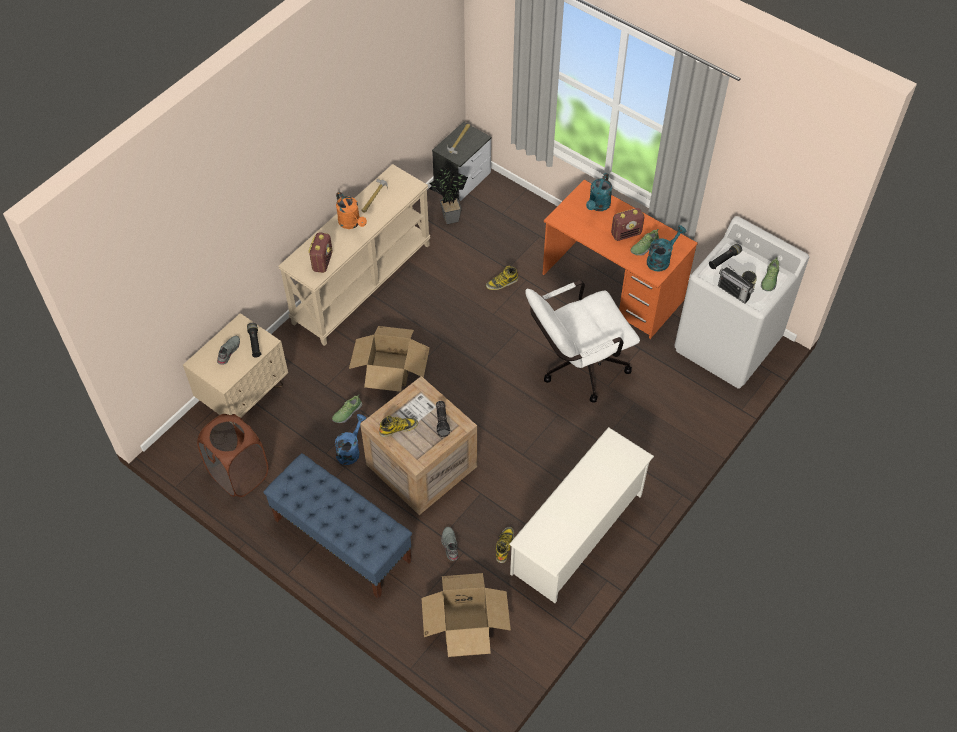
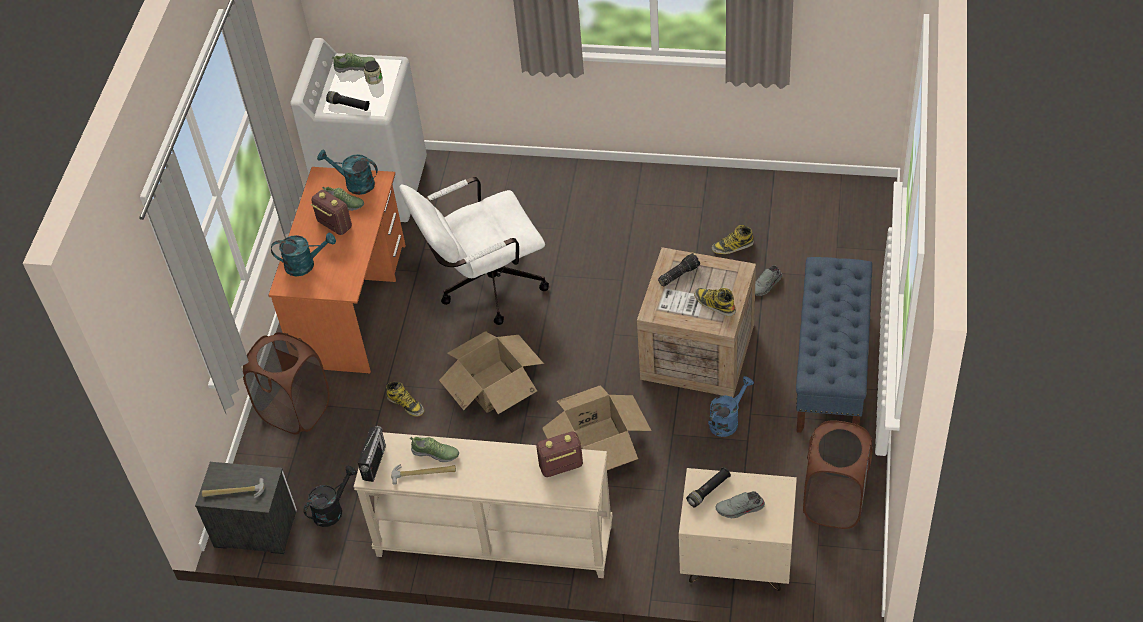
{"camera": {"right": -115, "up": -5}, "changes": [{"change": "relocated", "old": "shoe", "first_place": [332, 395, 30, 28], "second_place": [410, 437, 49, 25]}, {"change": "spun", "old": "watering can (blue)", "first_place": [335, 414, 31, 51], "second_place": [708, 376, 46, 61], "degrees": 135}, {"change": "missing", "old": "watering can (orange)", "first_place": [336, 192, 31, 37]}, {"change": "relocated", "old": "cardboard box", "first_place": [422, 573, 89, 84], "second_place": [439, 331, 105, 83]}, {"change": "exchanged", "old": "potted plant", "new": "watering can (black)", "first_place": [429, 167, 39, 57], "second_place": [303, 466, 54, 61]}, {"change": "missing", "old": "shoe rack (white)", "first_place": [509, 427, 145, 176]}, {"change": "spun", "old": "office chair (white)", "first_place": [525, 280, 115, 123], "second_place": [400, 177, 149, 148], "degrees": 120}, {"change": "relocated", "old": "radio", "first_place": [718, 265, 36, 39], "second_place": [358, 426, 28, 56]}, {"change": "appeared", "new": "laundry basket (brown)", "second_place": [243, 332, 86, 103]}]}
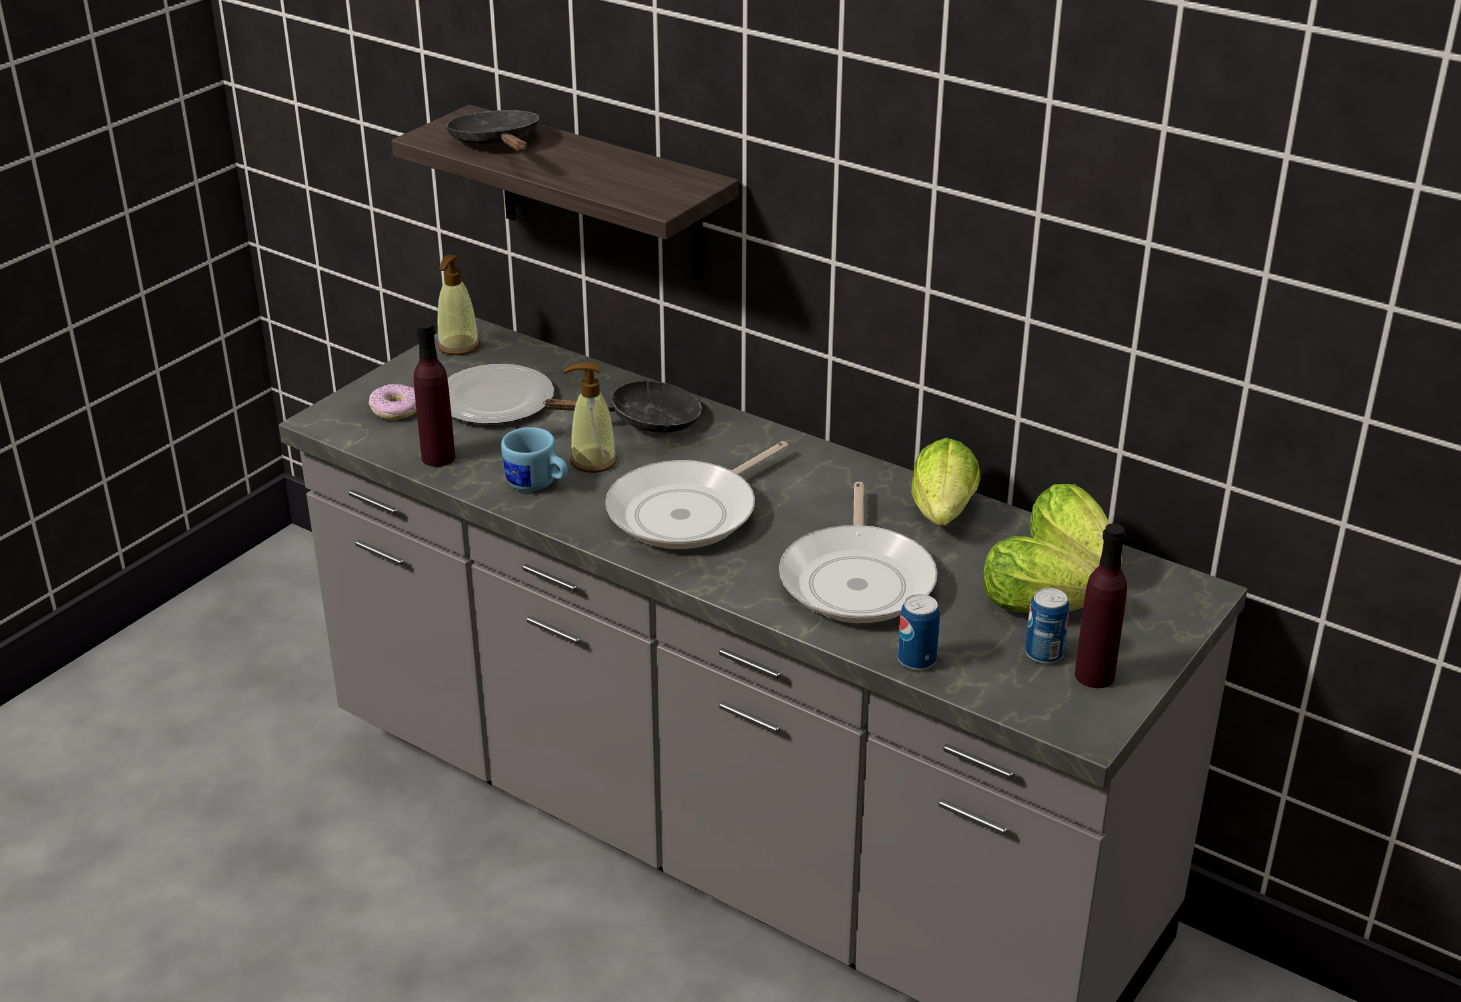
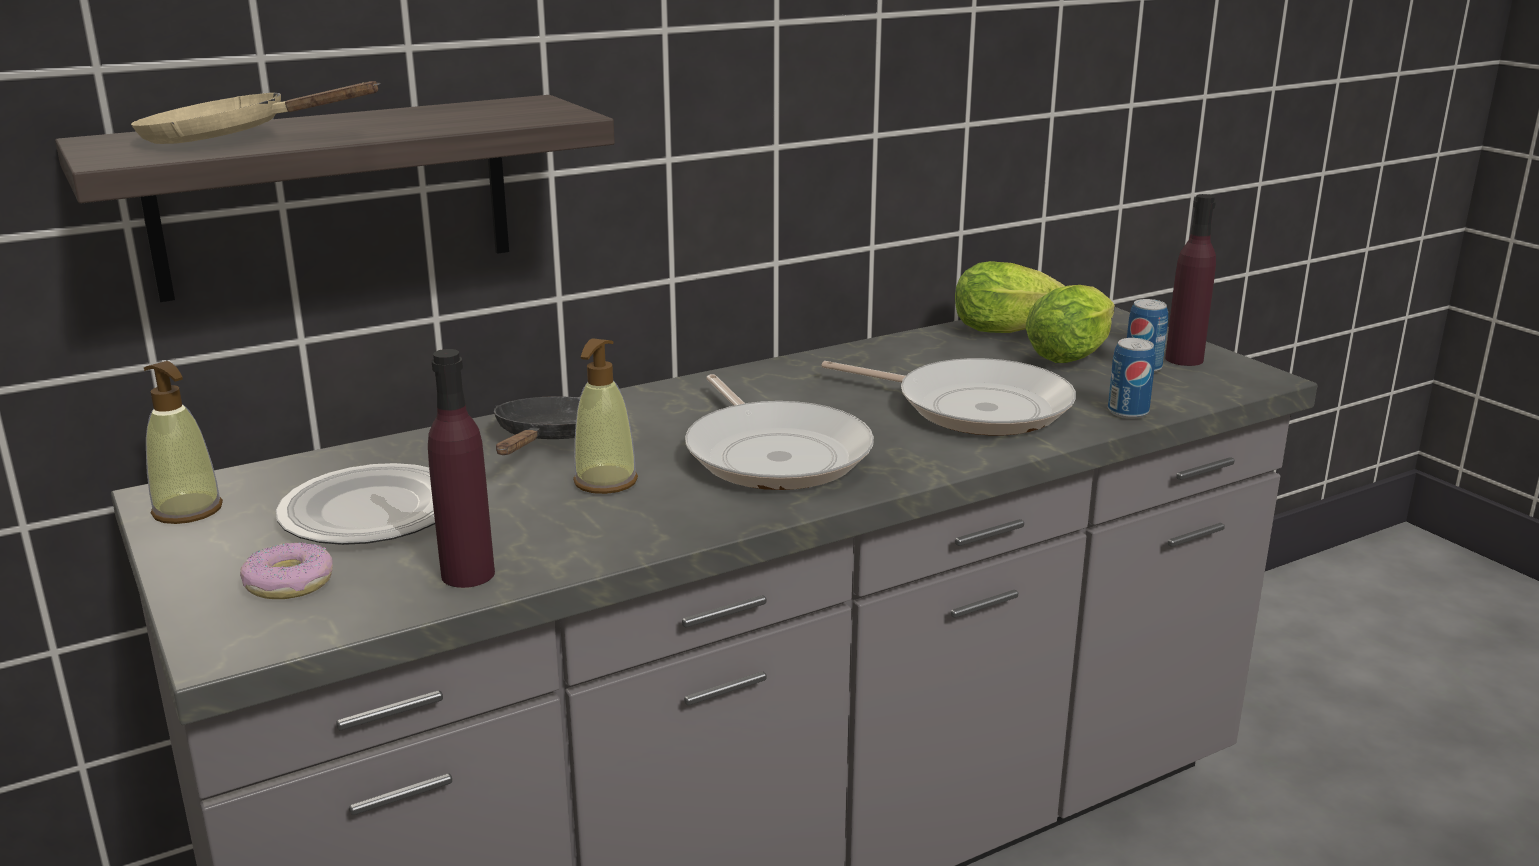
{"camera": {"right": -65, "up": -10}, "changes": [{"change": "colour", "old": "frying pan (black)", "new": "frying pan (beige)", "first_place": [446, 110, 93, 41], "second_place": [131, 81, 250, 63]}, {"change": "missing", "old": "mug (blue)", "first_place": [501, 427, 66, 65]}, {"change": "missing", "old": "lettuce", "first_place": [911, 438, 69, 88]}]}
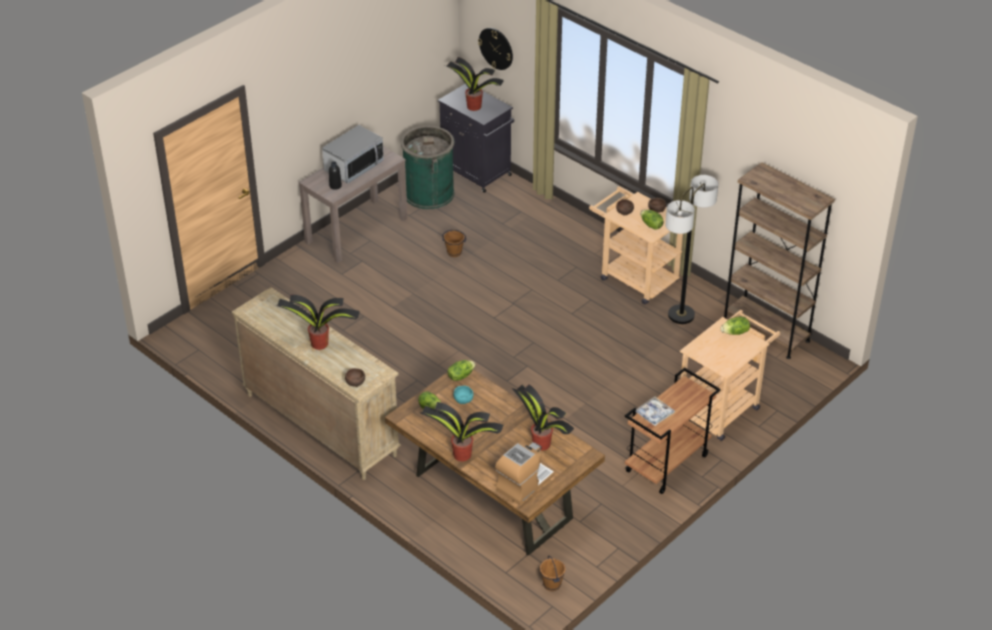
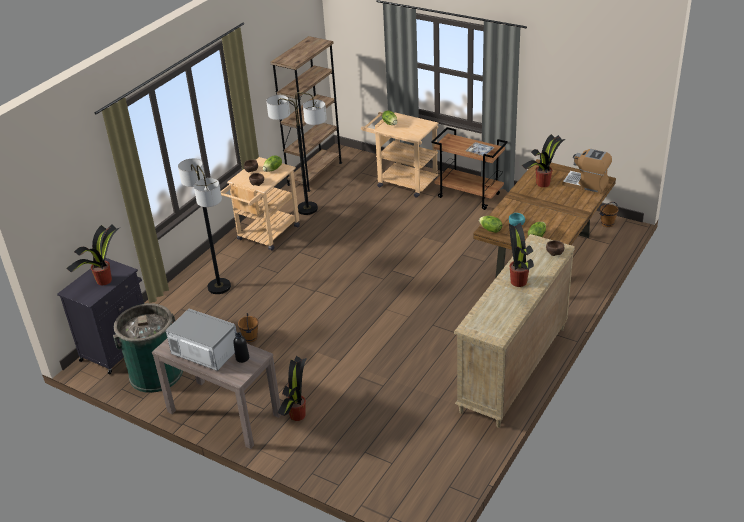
{"camera": {"right": -100, "up": -5}, "changes": [{"change": "relocated", "old": "potted plant", "first_place": [420, 402, 83, 60], "second_place": [277, 356, 30, 65]}, {"change": "missing", "old": "wall clock", "first_place": [478, 28, 35, 42]}, {"change": "appeared", "new": "floor lamp", "second_place": [178, 158, 53, 136]}]}
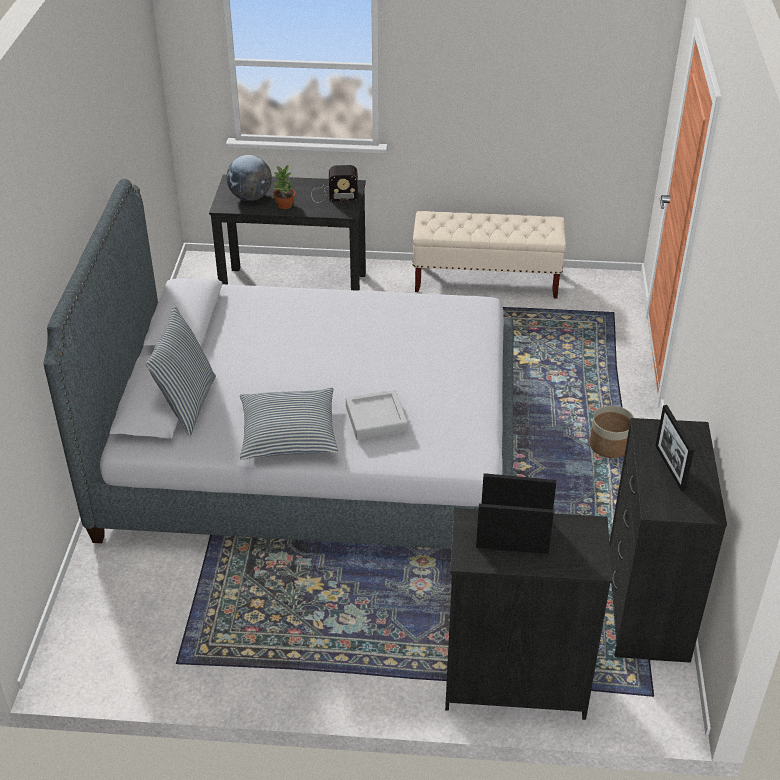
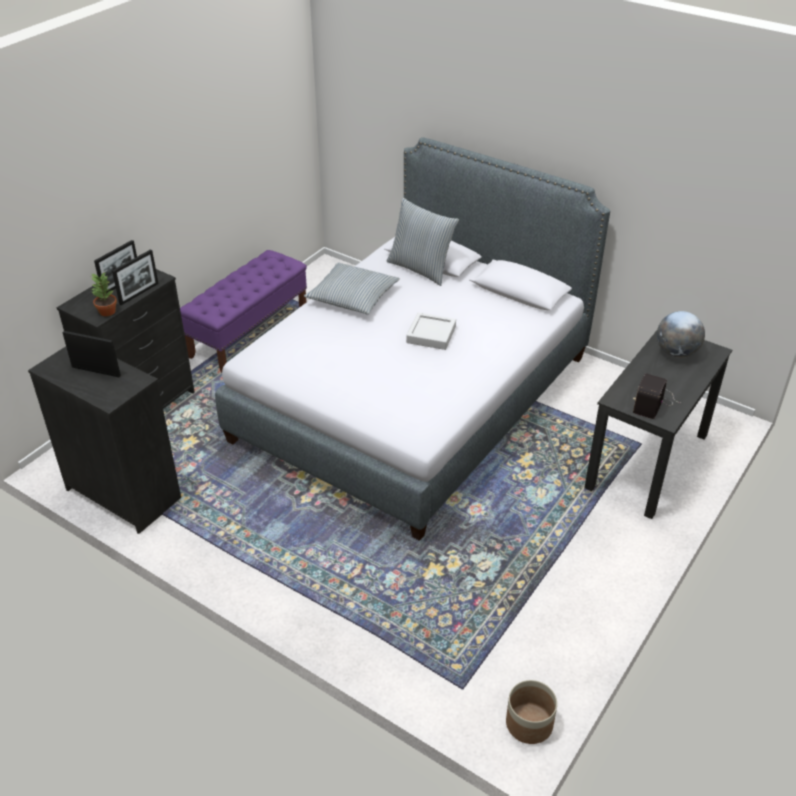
{"camera": {"right": 120, "up": 0}, "changes": [{"change": "relocated", "old": "potted plant", "first_place": [273, 165, 22, 44], "second_place": [91, 272, 26, 44]}, {"change": "relocated", "old": "tray (grey)", "first_place": [346, 390, 62, 50], "second_place": [406, 313, 50, 37]}, {"change": "missing", "old": "bench (beige)", "first_place": [412, 211, 154, 88]}, {"change": "relocated", "old": "planter", "first_place": [589, 405, 45, 53], "second_place": [506, 680, 51, 64]}, {"change": "appeared", "new": "bench (purple)", "second_place": [180, 250, 127, 123]}]}
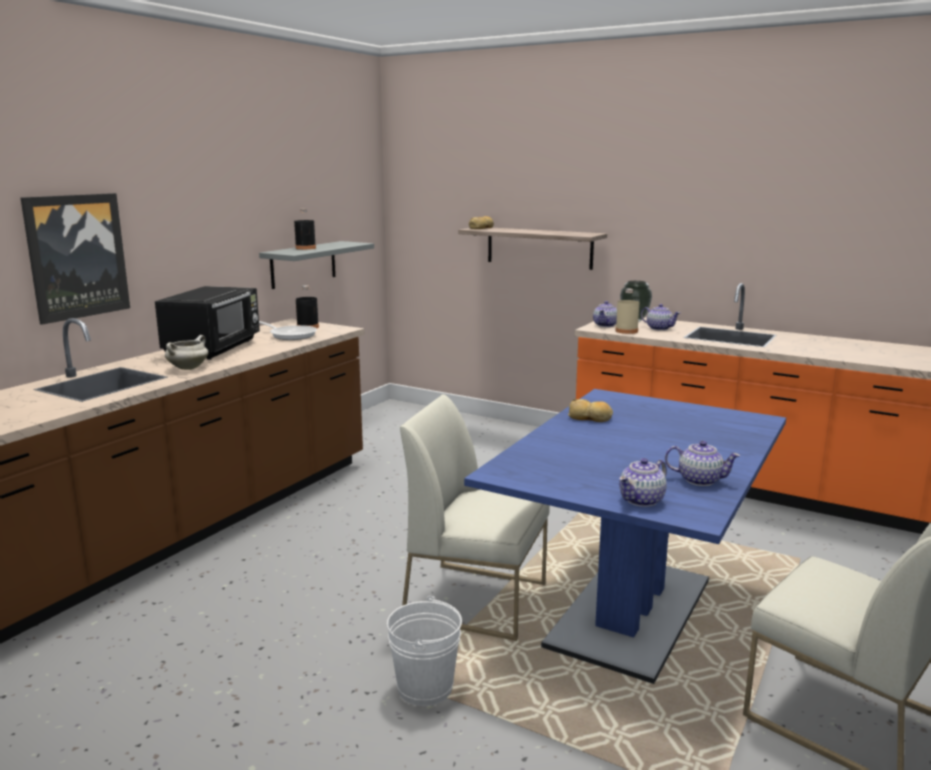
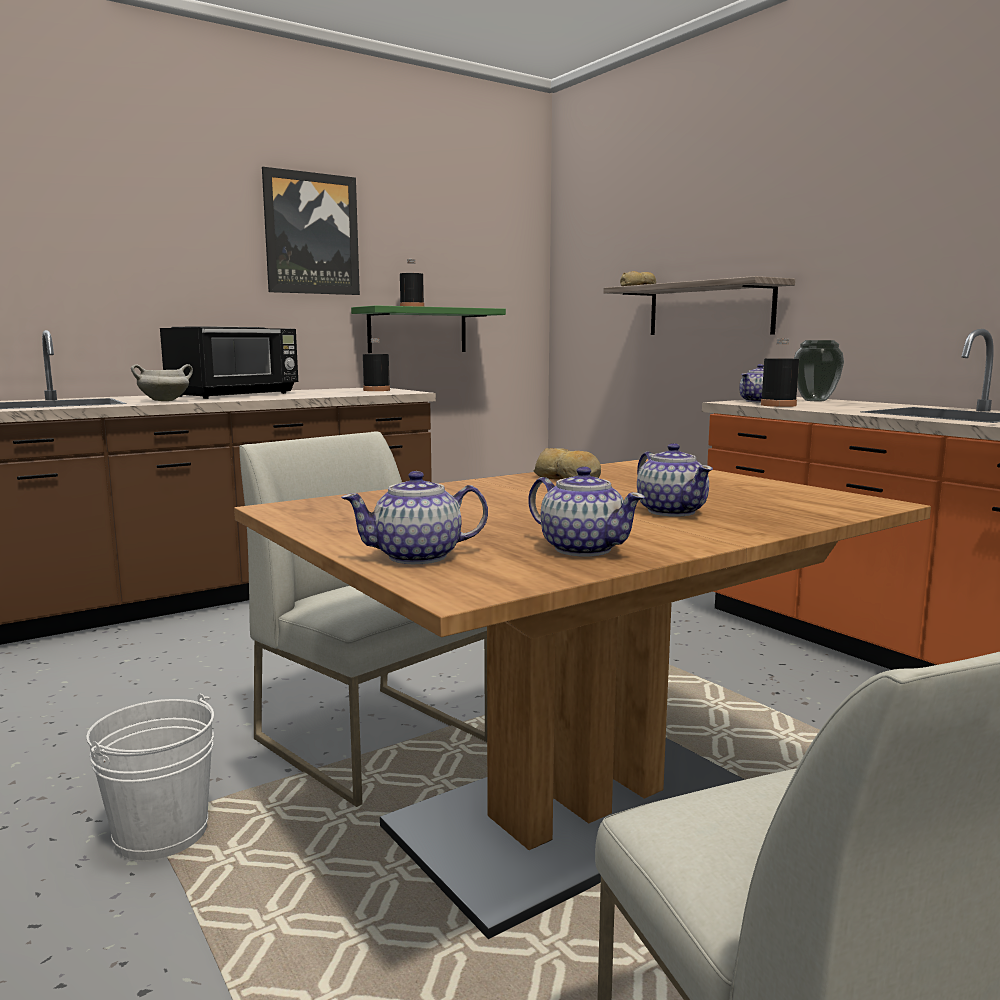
{"camera": {"right": 25, "up": -5}, "changes": [{"change": "relocated", "old": "picture", "first_place": [21, 193, 109, 132], "second_place": [262, 167, 98, 128]}, {"change": "colour", "old": "shelf (grey)", "new": "shelf (green)", "first_place": [259, 241, 115, 48], "second_place": [351, 305, 155, 48]}, {"change": "missing", "old": "frying pan", "first_place": [259, 321, 58, 19]}, {"change": "colour", "old": "dining table (blue)", "new": "dining table (brown)", "first_place": [464, 389, 322, 295], "second_place": [234, 459, 697, 480]}, {"change": "colour", "old": "bottle (beige)", "new": "bottle (black)", "first_place": [616, 289, 23, 45], "second_place": [761, 339, 38, 68]}, {"change": "relocated", "old": "teapot", "first_place": [641, 304, 39, 27], "second_place": [637, 443, 76, 74]}]}
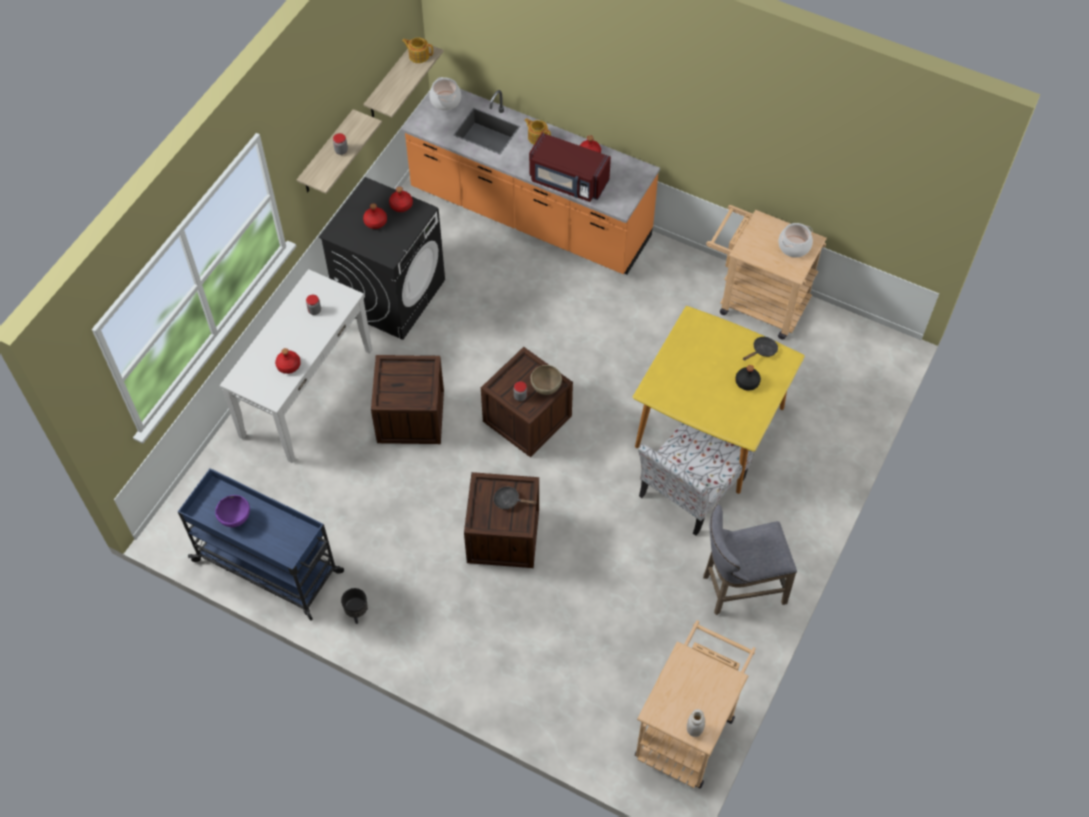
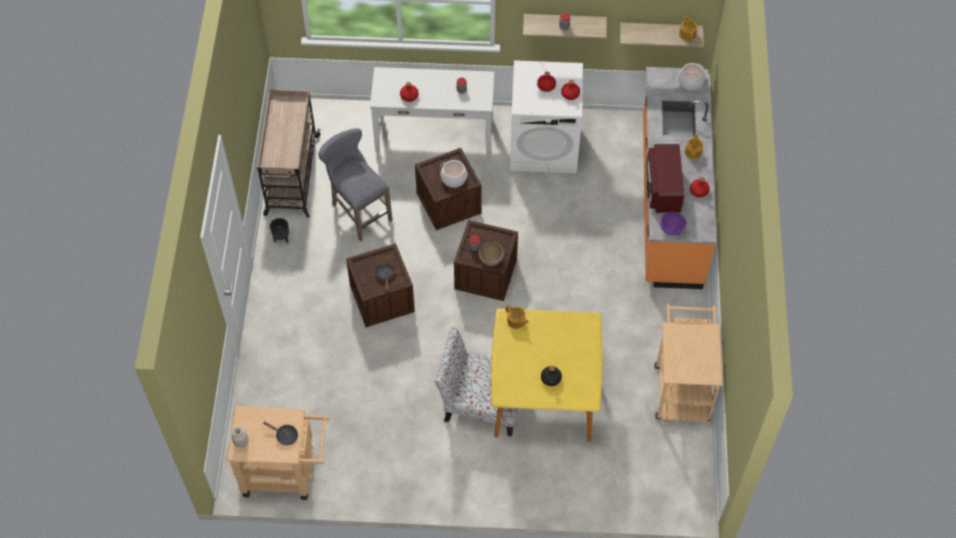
{"camera": {"right": 65, "up": 0}, "changes": [{"change": "colour", "old": "cart (blue)", "new": "cart (beige)", "first_place": [178, 468, 166, 153], "second_place": [257, 89, 64, 128]}, {"change": "relocated", "old": "bowl (purple)", "first_place": [215, 495, 35, 32], "second_place": [660, 212, 26, 23]}, {"change": "colour", "old": "washing machine (black)", "new": "washing machine (white)", "first_place": [319, 177, 126, 163], "second_place": [510, 60, 73, 114]}, {"change": "relocated", "old": "stool (grey)", "first_place": [703, 504, 94, 111], "second_place": [319, 128, 74, 113]}, {"change": "relocated", "old": "frying pan (black)", "first_place": [743, 337, 35, 24], "second_place": [263, 422, 35, 23]}, {"change": "relocated", "old": "cooking pot", "first_place": [778, 223, 35, 35], "second_place": [440, 160, 27, 27]}, {"change": "appeared", "new": "teapot", "second_place": [506, 305, 22, 24]}]}
